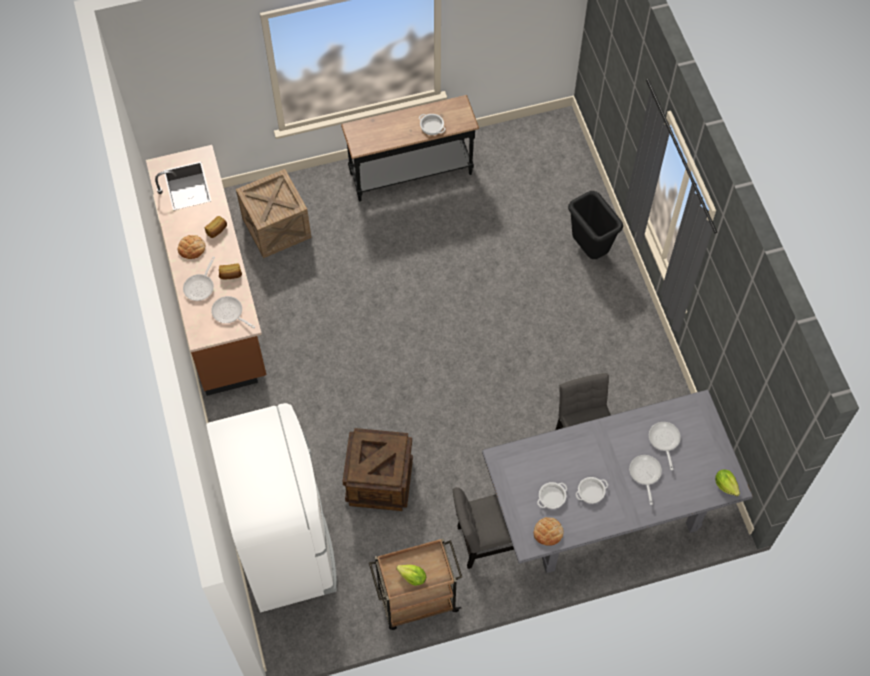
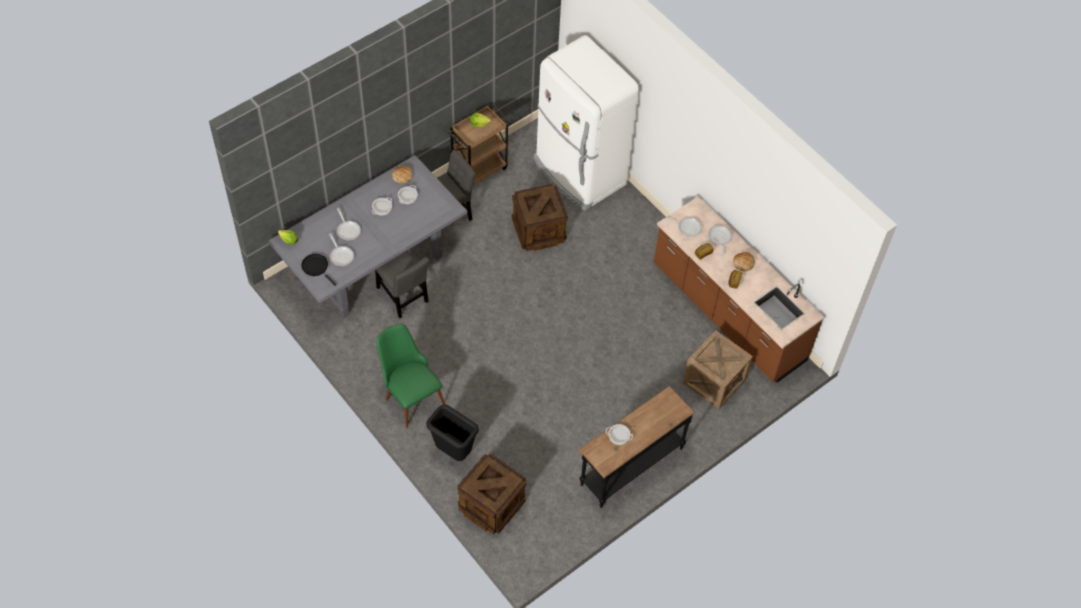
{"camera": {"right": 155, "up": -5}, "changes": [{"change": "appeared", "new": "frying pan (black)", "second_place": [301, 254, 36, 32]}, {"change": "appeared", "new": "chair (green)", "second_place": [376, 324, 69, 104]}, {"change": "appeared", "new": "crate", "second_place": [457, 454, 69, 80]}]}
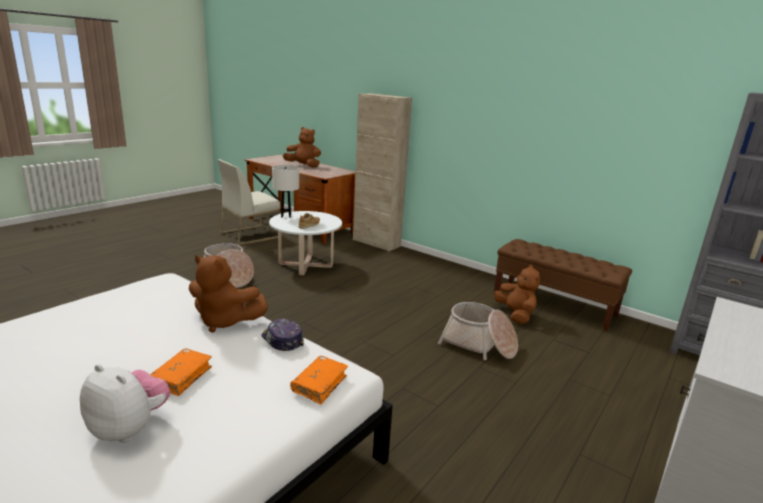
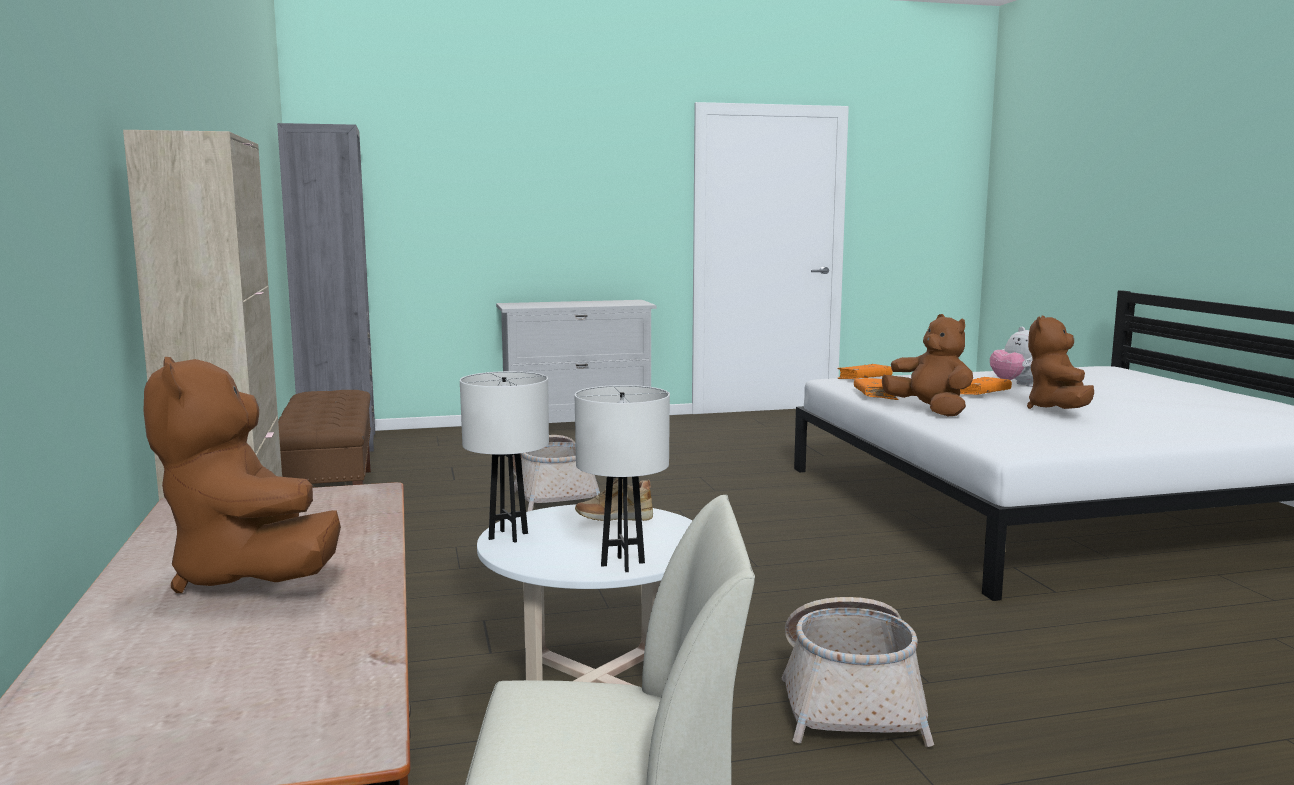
{"camera": {"right": -140, "up": -10}, "changes": [{"change": "exchanged", "old": "cap", "new": "book (orange)", "first_place": [261, 319, 43, 32], "second_place": [854, 378, 44, 22]}, {"change": "relocated", "old": "plush toy (brown)", "first_place": [494, 264, 46, 60], "second_place": [1027, 316, 67, 93]}, {"change": "appeared", "new": "table lamp (white)", "second_place": [460, 371, 89, 172]}]}
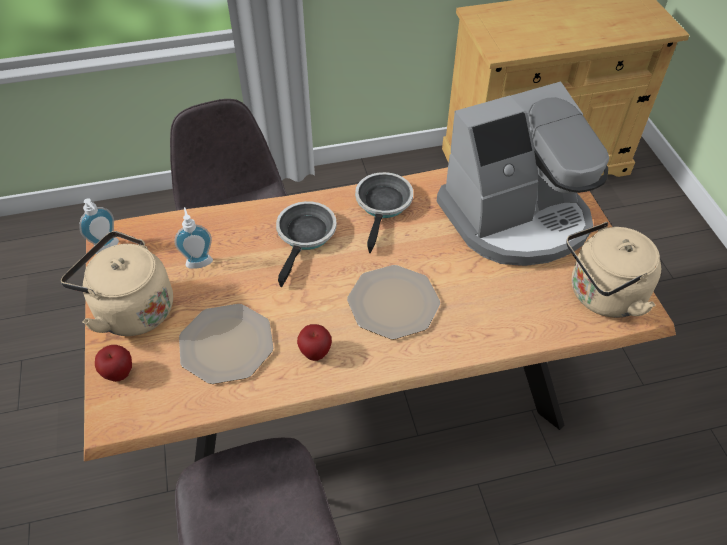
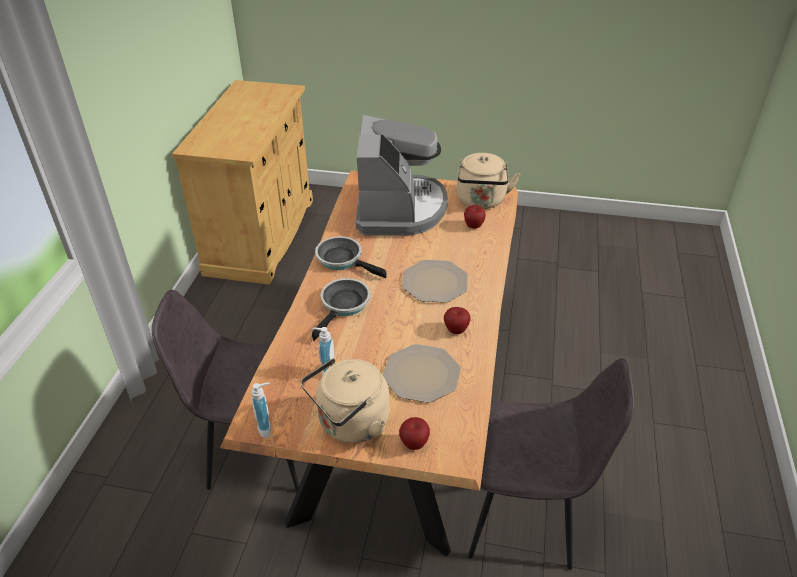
{"camera": {"right": -65, "up": -10}, "changes": [{"change": "spun", "old": "frying pan", "first_place": [276, 201, 61, 86], "second_place": [312, 278, 59, 63], "degrees": 75}, {"change": "appeared", "new": "apple", "second_place": [464, 205, 22, 24]}]}
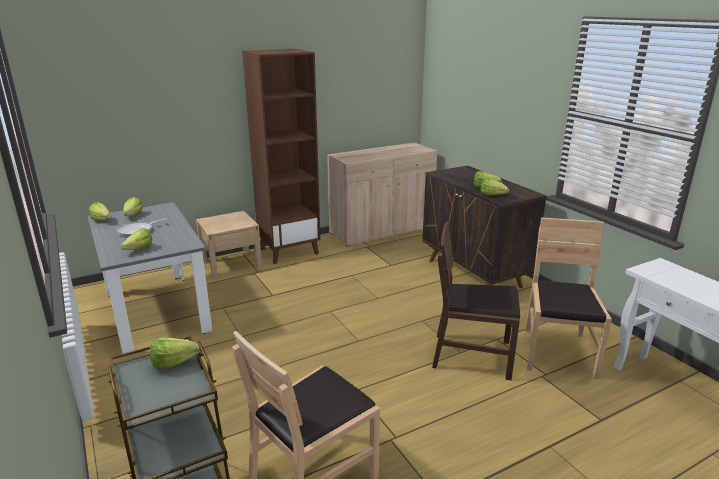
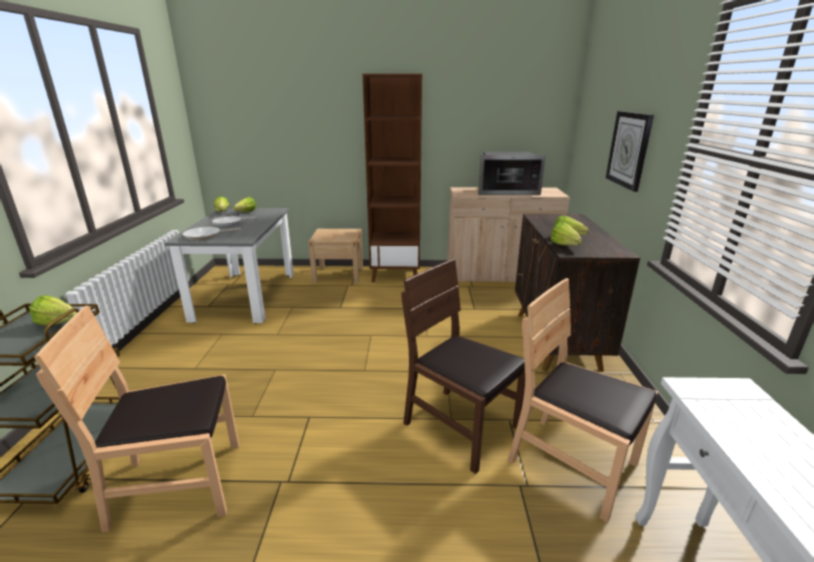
{"camera": {"right": 30, "up": 0}, "changes": [{"change": "exchanged", "old": "lettuce", "new": "frying pan", "first_place": [121, 228, 31, 22], "second_place": [183, 227, 58, 13]}, {"change": "spun", "old": "chair (brown)", "first_place": [525, 218, 87, 161], "second_place": [508, 278, 150, 245], "degrees": -90}, {"change": "appeared", "new": "microwave", "second_place": [478, 152, 68, 43]}, {"change": "appeared", "new": "wall clock", "second_place": [606, 111, 48, 81]}]}
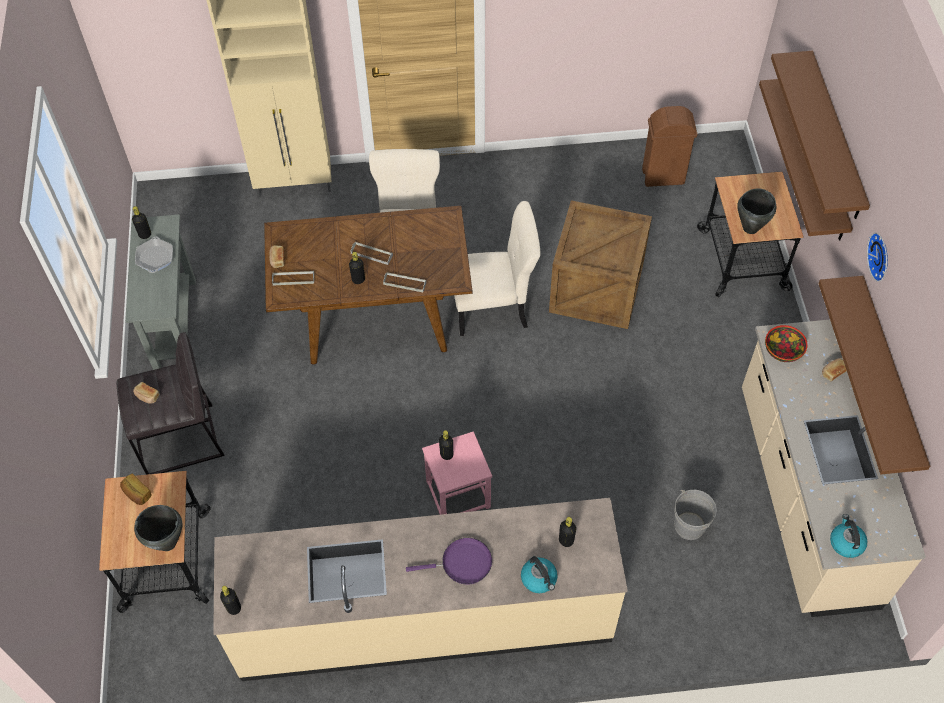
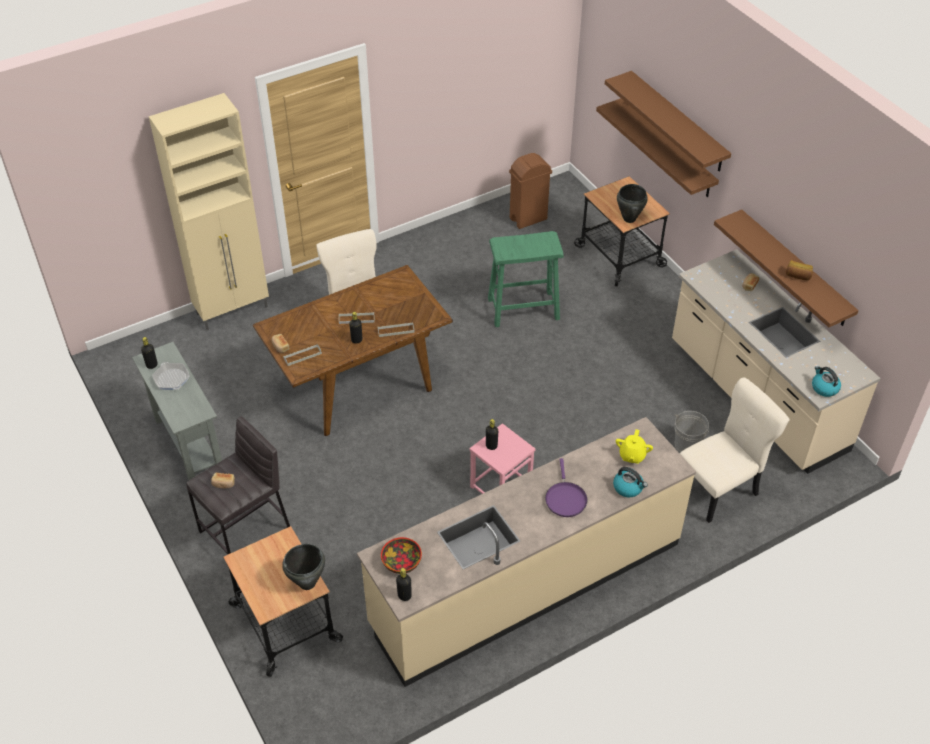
{"camera": {"right": -25, "up": -10}, "changes": [{"change": "relocated", "old": "bread", "first_place": [120, 474, 32, 31], "second_place": [786, 260, 27, 20]}, {"change": "spun", "old": "frying pan (purple)", "first_place": [406, 538, 86, 47], "second_place": [545, 458, 42, 59], "degrees": 120}, {"change": "relocated", "old": "chair (beige)", "first_place": [454, 201, 86, 135], "second_place": [680, 378, 109, 145]}, {"change": "exchanged", "old": "crate", "new": "stool (green)", "first_place": [549, 200, 103, 129], "second_place": [488, 231, 76, 96]}, {"change": "exchanged", "old": "bottle (black)", "new": "teapot (yellow)", "first_place": [559, 517, 17, 30], "second_place": [616, 429, 37, 35]}, {"change": "relocated", "old": "bowl", "first_place": [765, 325, 43, 37], "second_place": [381, 537, 41, 37]}, {"change": "missing", "old": "wall clock", "first_place": [867, 233, 21, 49]}]}
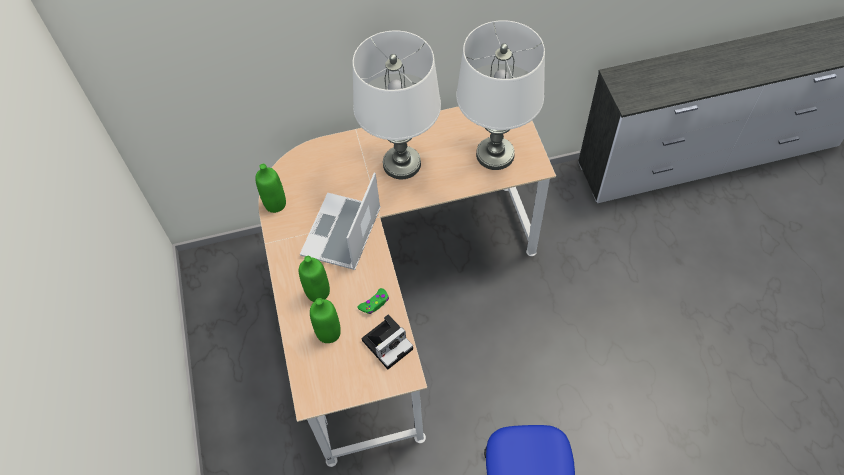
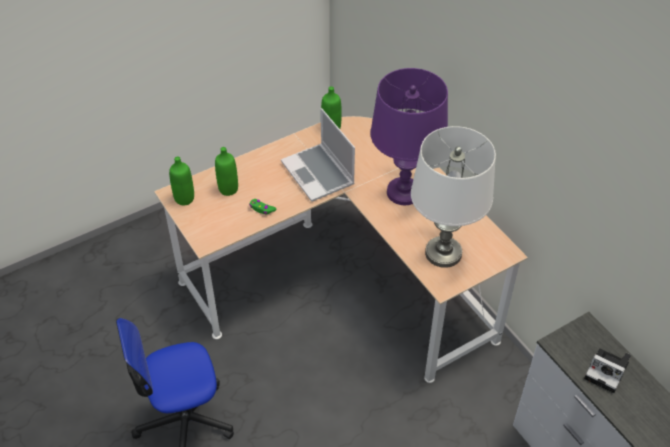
{"camera": {"right": 70, "up": -10}, "changes": [{"change": "relocated", "old": "bottle (green)", "first_place": [299, 256, 31, 46], "second_place": [169, 156, 25, 49]}, {"change": "spun", "old": "laptop", "first_place": [300, 172, 81, 98], "second_place": [281, 108, 74, 94], "degrees": -120}, {"change": "colour", "old": "table lamp (white)", "new": "table lamp (purple)", "first_place": [352, 30, 89, 149], "second_place": [370, 68, 78, 137]}, {"change": "relocated", "old": "photo camera", "first_place": [362, 315, 51, 54], "second_place": [584, 349, 47, 44]}]}
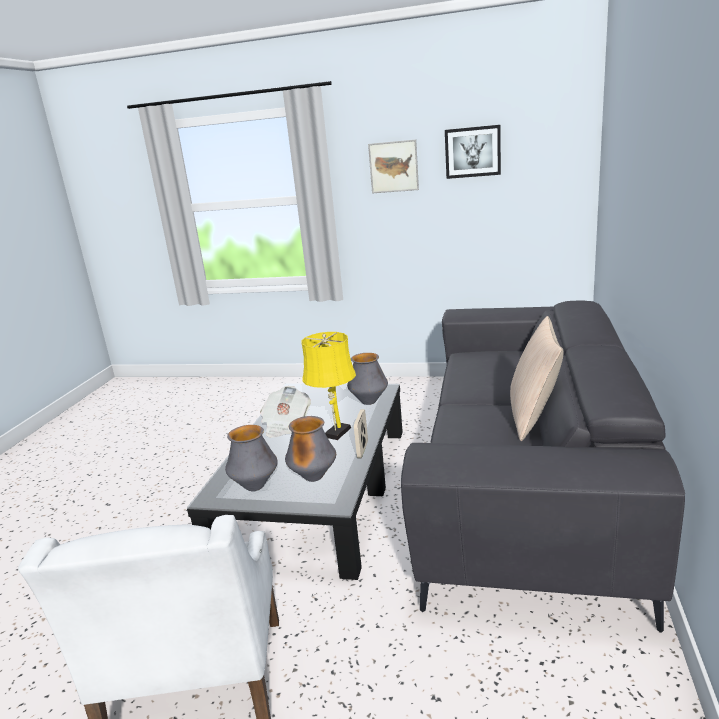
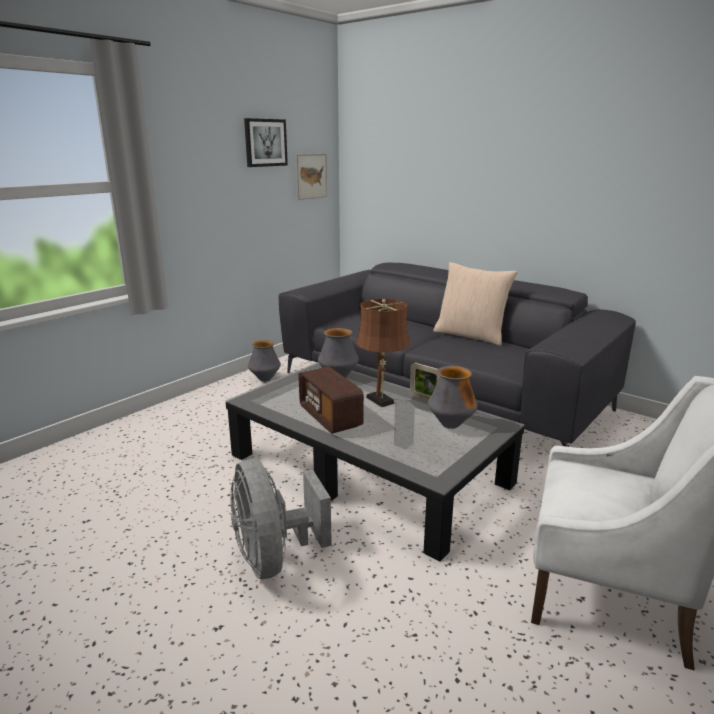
{"camera": {"right": -65, "up": 0}, "changes": [{"change": "relocated", "old": "vase", "first_place": [225, 425, 53, 66], "second_place": [248, 340, 33, 42]}, {"change": "exchanged", "old": "newspaper", "new": "radio", "first_place": [260, 386, 51, 52], "second_place": [298, 366, 66, 68]}, {"change": "colour", "old": "table lamp (yellow)", "new": "table lamp (brown)", "first_place": [301, 332, 55, 108], "second_place": [356, 299, 54, 108]}, {"change": "relocated", "old": "picture", "first_place": [368, 140, 51, 53], "second_place": [295, 154, 32, 46]}, {"change": "appeared", "new": "fan (grey)", "second_place": [230, 459, 102, 120]}]}
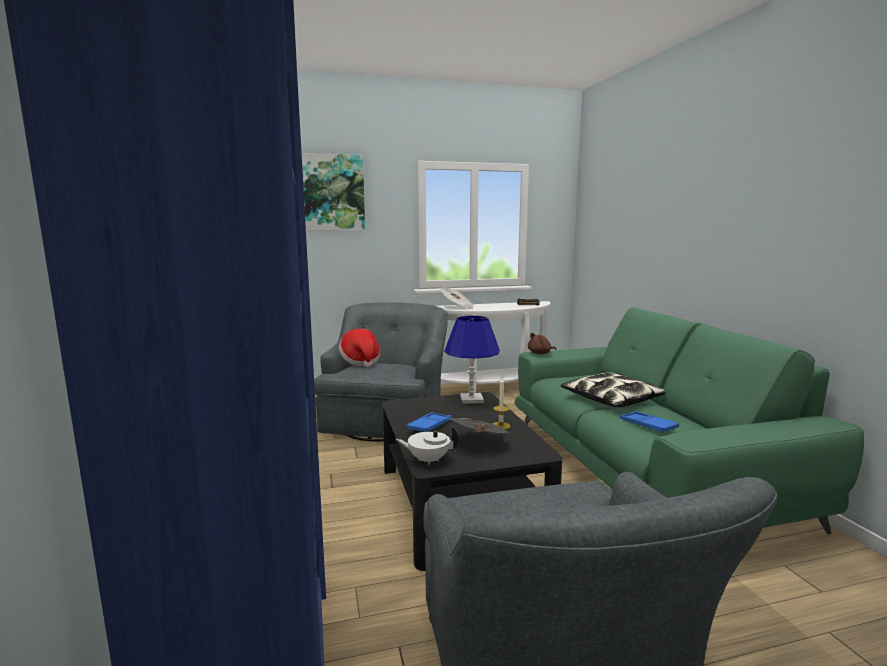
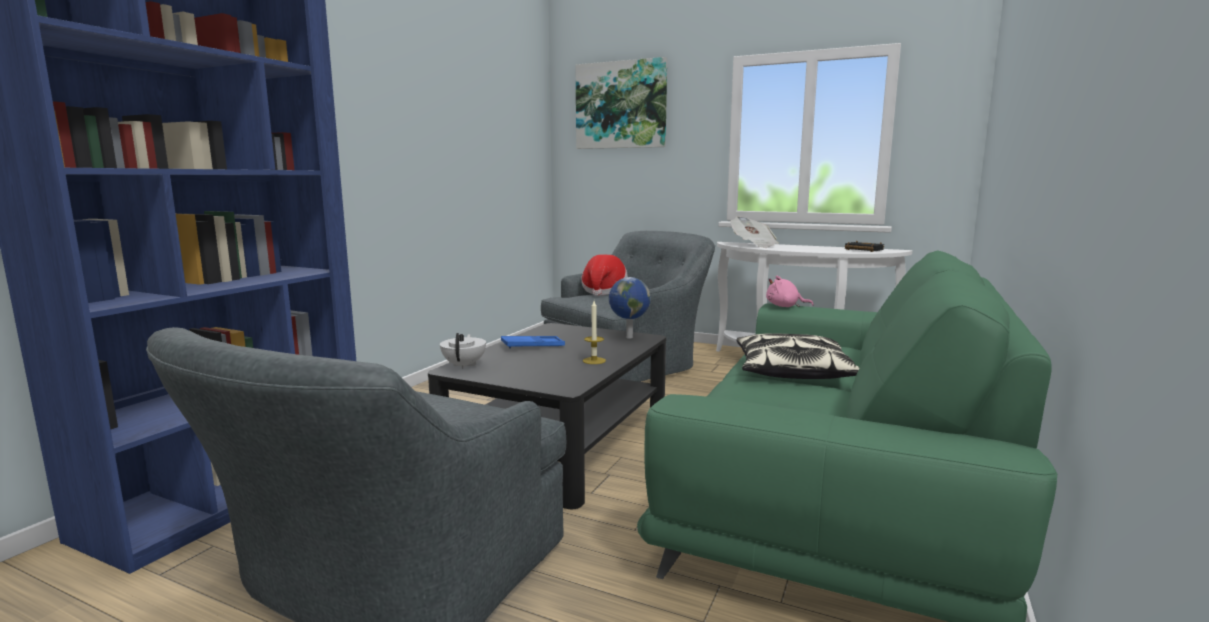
{"camera": {"right": 40, "up": 0}, "changes": [{"change": "spun", "old": "teapot (white)", "first_place": [396, 426, 63, 39], "second_place": [440, 333, 46, 36], "degrees": 45}, {"change": "exchanged", "old": "table lamp (blue)", "new": "globe", "first_place": [444, 316, 56, 88], "second_place": [609, 277, 42, 62]}, {"change": "missing", "old": "newspaper", "first_place": [447, 418, 63, 15]}, {"change": "colour", "old": "plush toy (brown)", "new": "plush toy (pink)", "first_place": [528, 333, 28, 21], "second_place": [766, 276, 48, 31]}, {"change": "missing", "old": "tray (blue)", "first_place": [620, 411, 59, 22]}]}
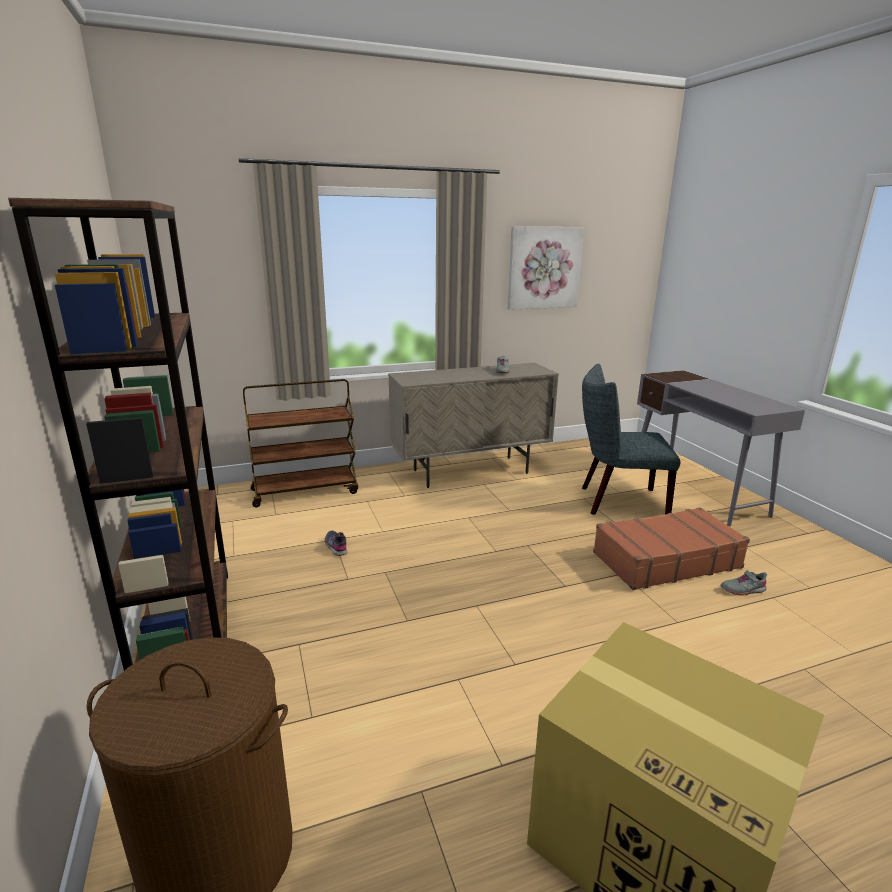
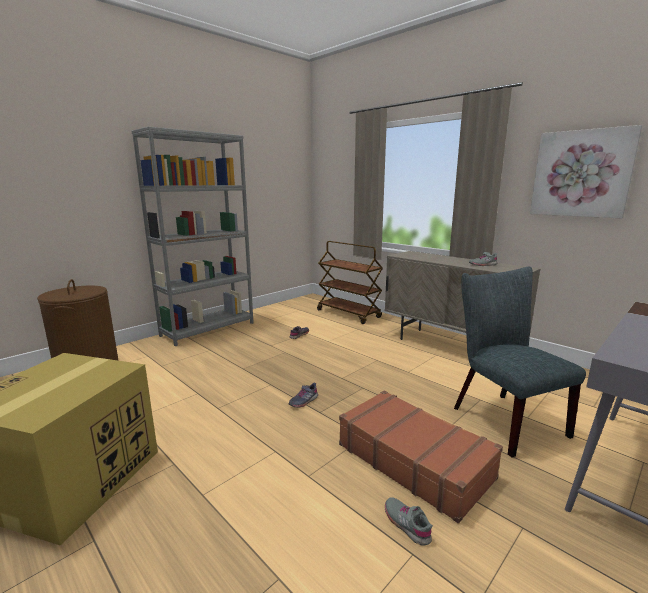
{"camera": {"right": 65, "up": -5}, "changes": [{"change": "colour", "old": "bookcase (brown)", "new": "bookcase (grey)", "first_place": [8, 198, 220, 473], "second_place": [131, 126, 123, 220]}, {"change": "appeared", "new": "shoe (grey)", "second_place": [288, 383, 30, 25]}]}
